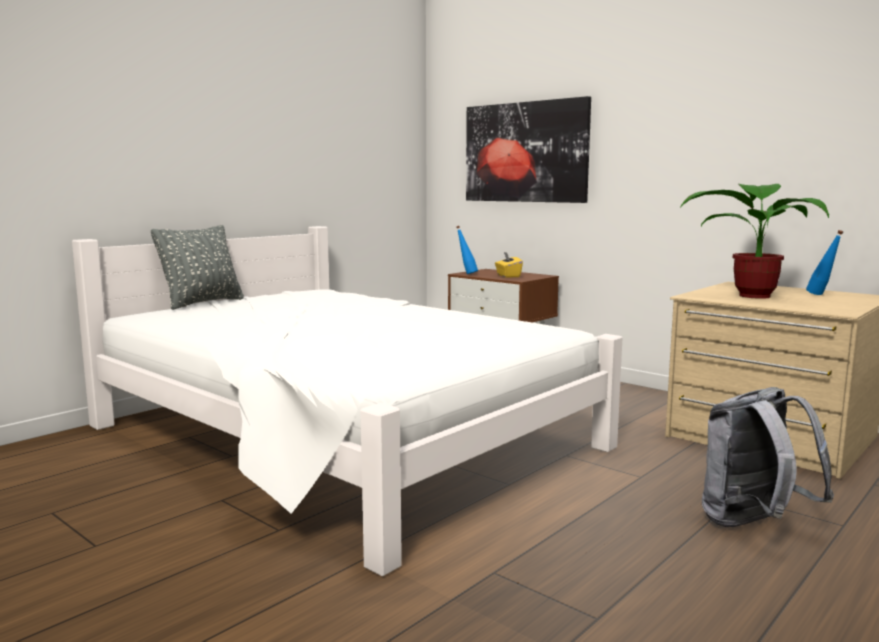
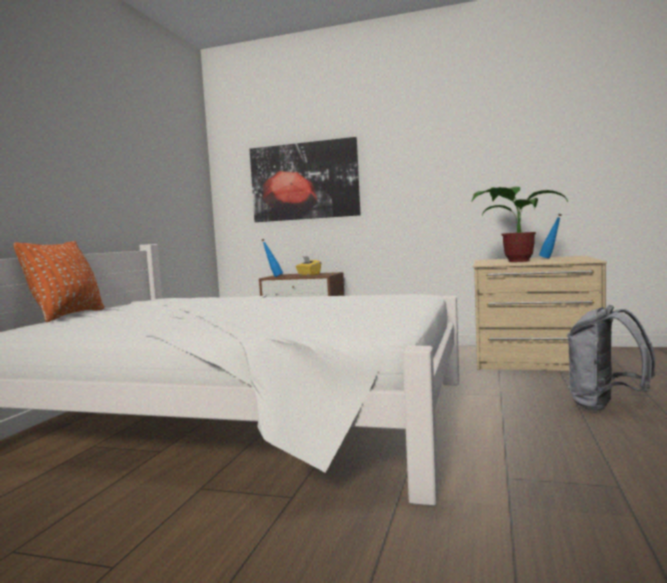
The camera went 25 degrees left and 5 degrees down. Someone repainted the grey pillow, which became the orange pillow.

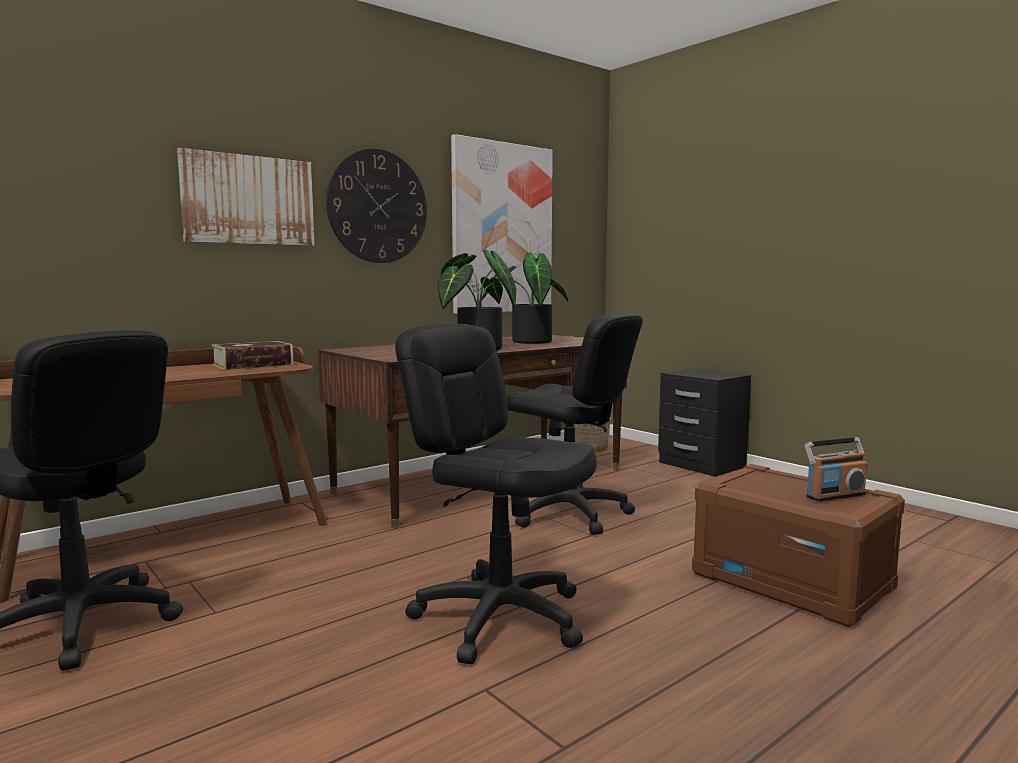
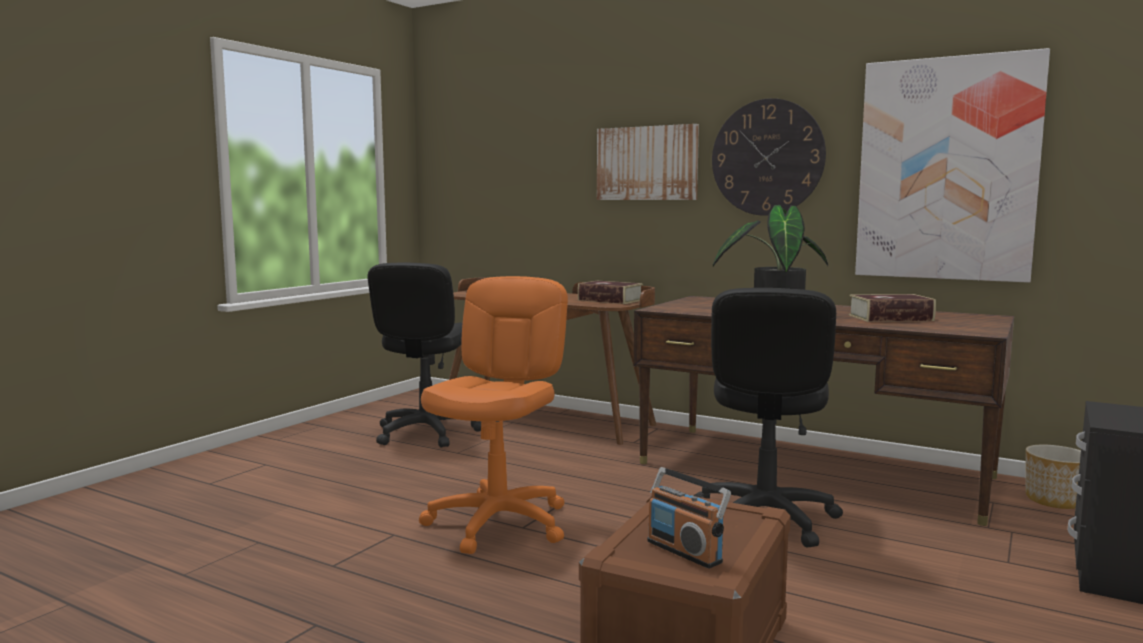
The camera went 70 degrees right and 0 degrees up. Someone repainted the black office chair (2nd from left), which became the orange office chair. Someone swapped the potted plant (2nd from left) for the book (2nd from left).

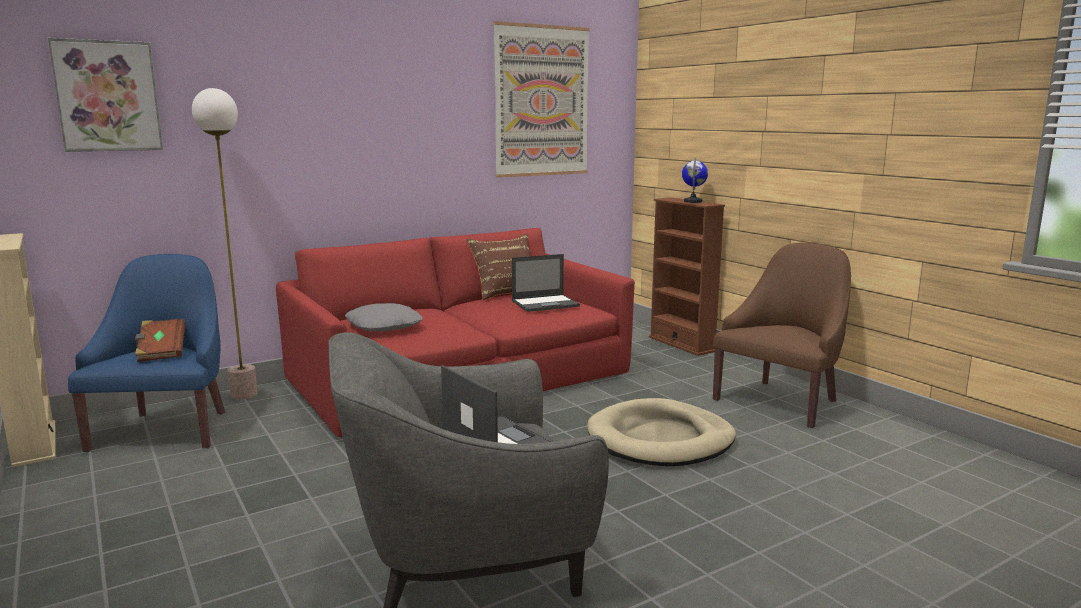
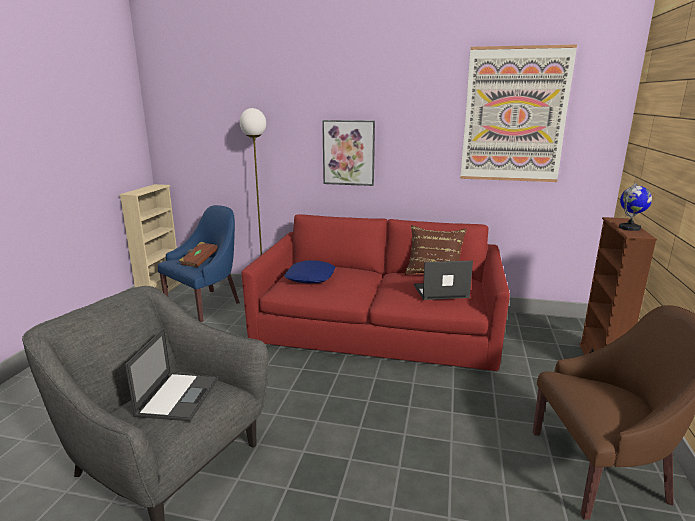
The camera went 45 degrees right and 5 degrees up. Someone carried the picture (1st from left). Someone repainted the grey pillow, which became the blue pillow. Someone rotated the laptop (2nd from left) by 150 degrees clockwise. Someone took away the beige dog bed.

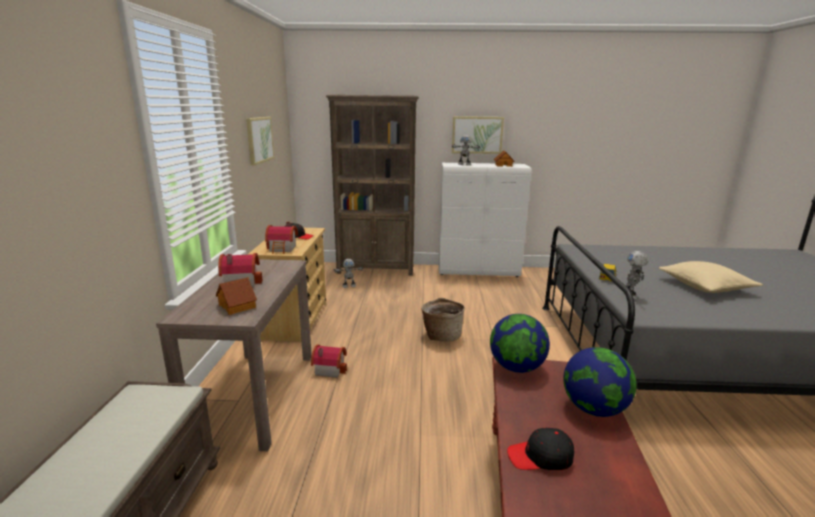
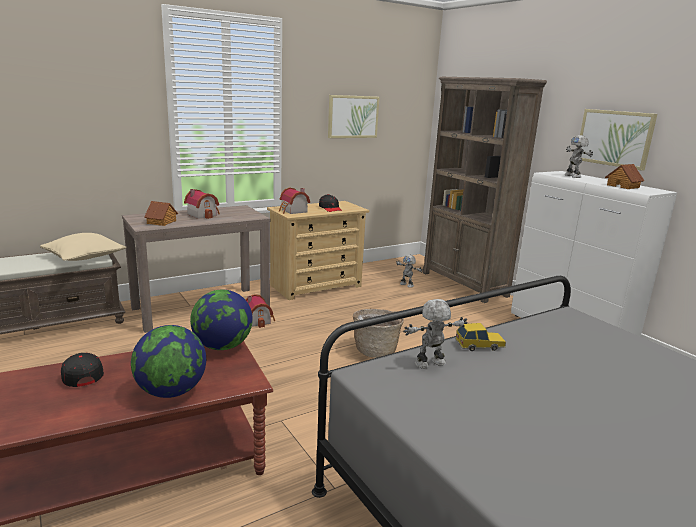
The camera went 55 degrees right and 0 degrees up. Someone carried the beige pillow.

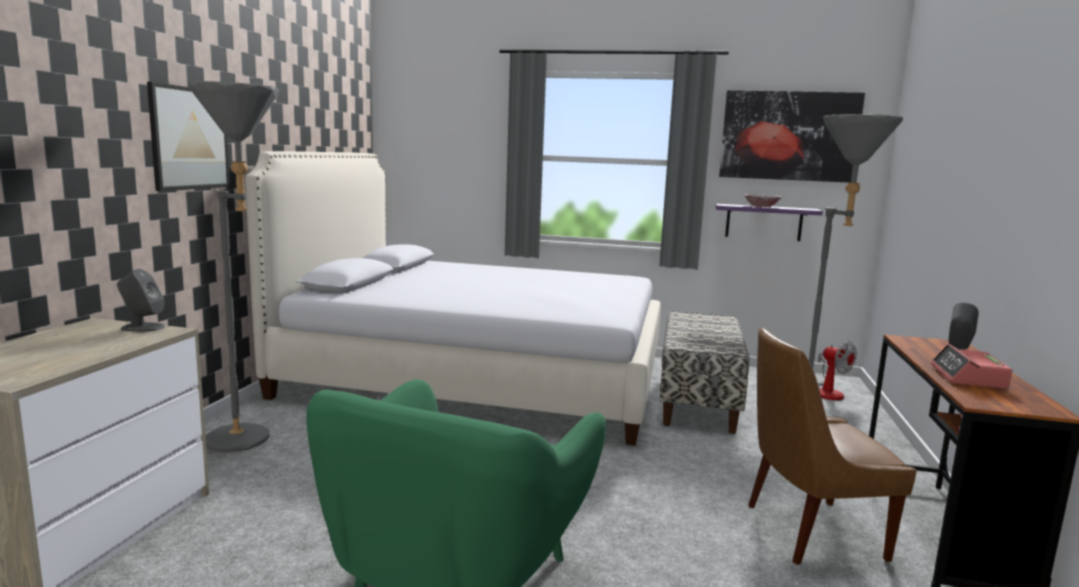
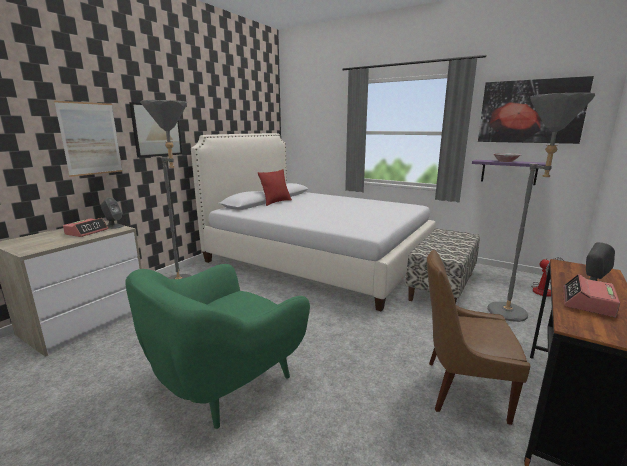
The camera went 20 degrees right and 5 degrees up. Someone put up the picture (1st from left). Someone put down the alarm clock (1st from left). Someone put down the red pillow.

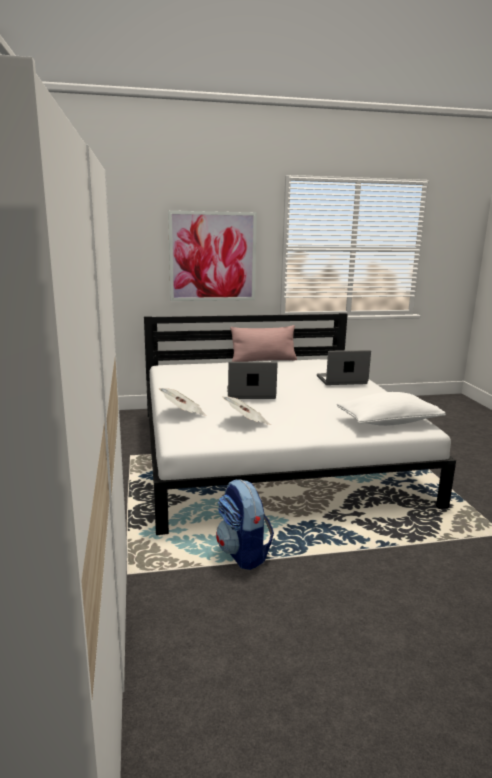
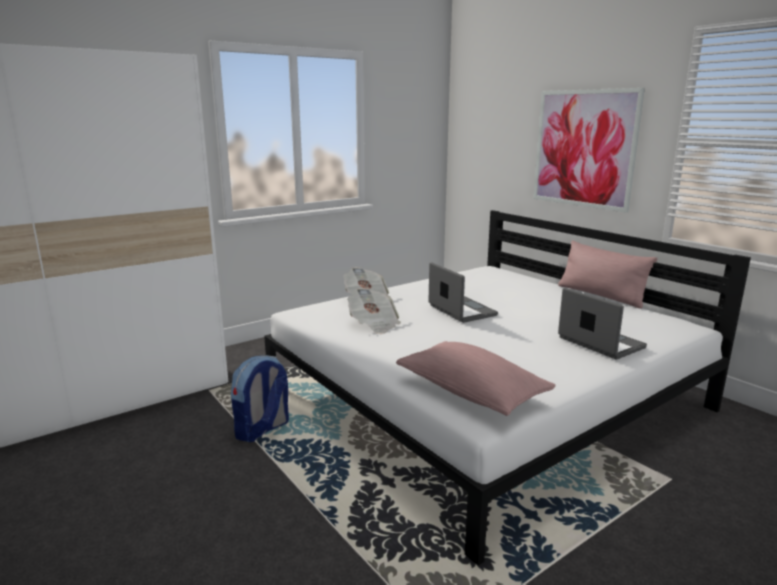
The camera went 65 degrees right and 0 degrees up. Someone repainted the white pillow, which became the pink pillow (1st from left).

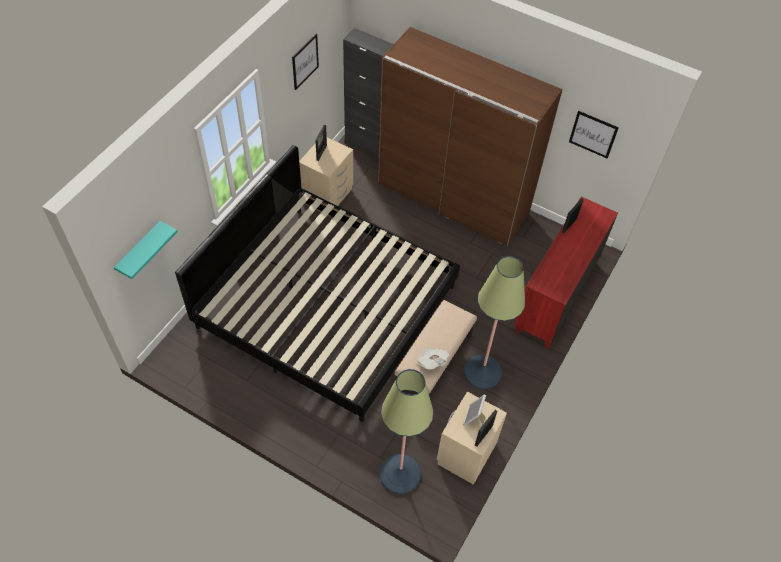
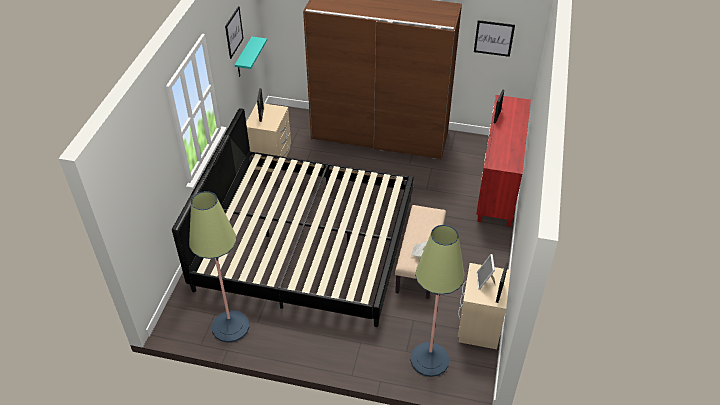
The camera went 15 degrees left and 10 degrees down. Someone carried the turquoise shelf. Someone took away the black cabinet. Someone carried the floor lamp (2nd from left in the first image).

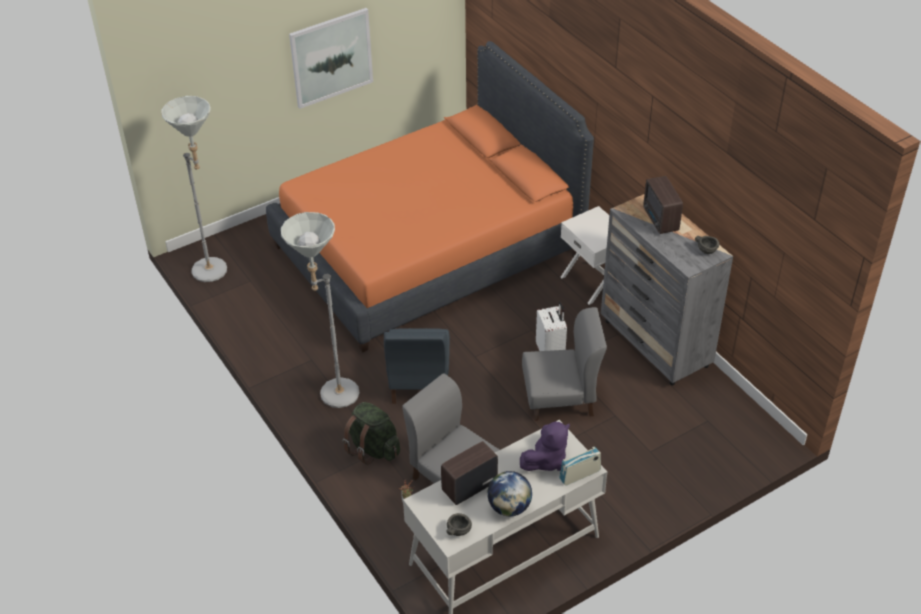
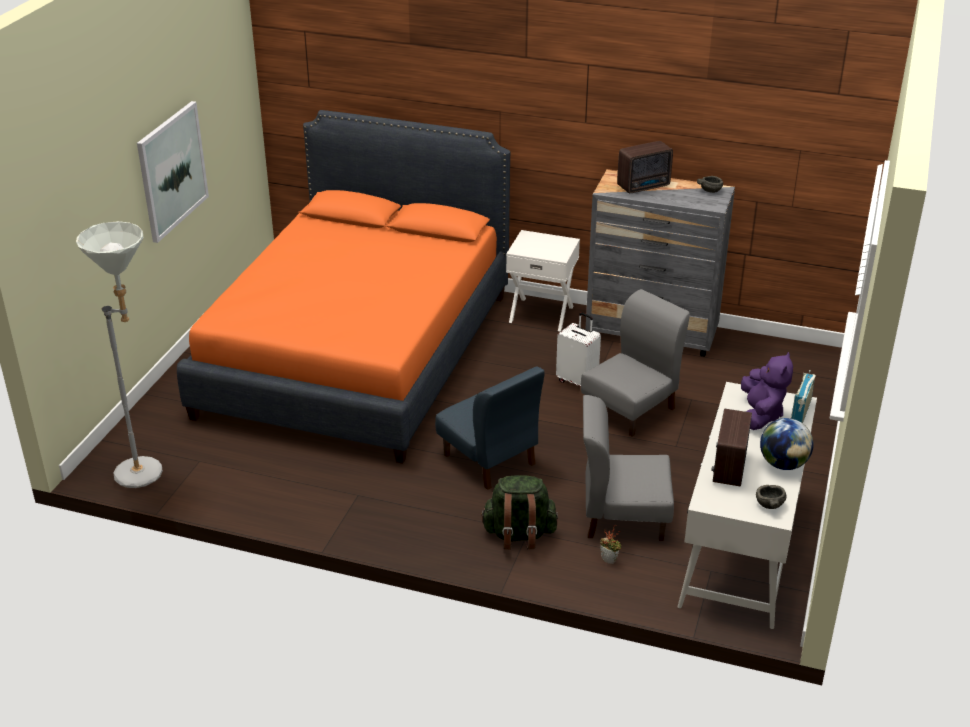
The camera went 40 degrees left and 10 degrees down. Someone took away the grey floor lamp (2nd from left). Someone rotated the radio (3rd from left in the first image) by 60 degrees counterclockwise.

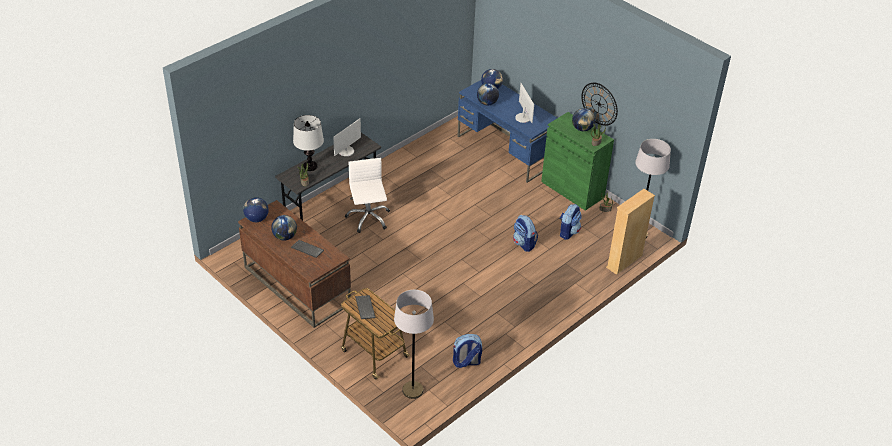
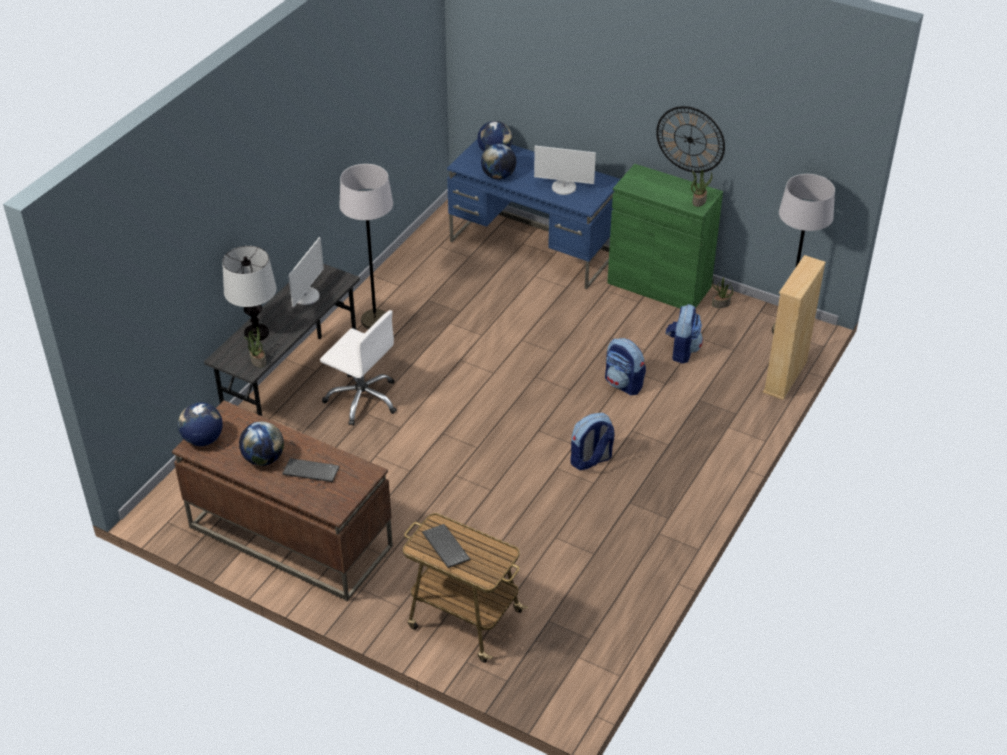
The camera went 15 degrees left and 0 degrees up. Someone rotated the white office chair by 150 degrees clockwise. Someone carried the grey floor lamp (1st from left). Someone carried the backpack (1st from left). Someone rotated the monitor (2nd from left) by 135 degrees clockwise. Someone took away the globe (5th from left).

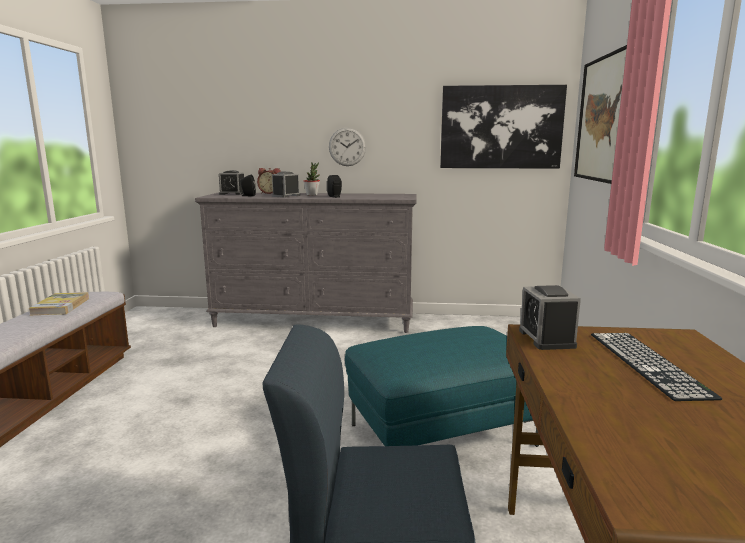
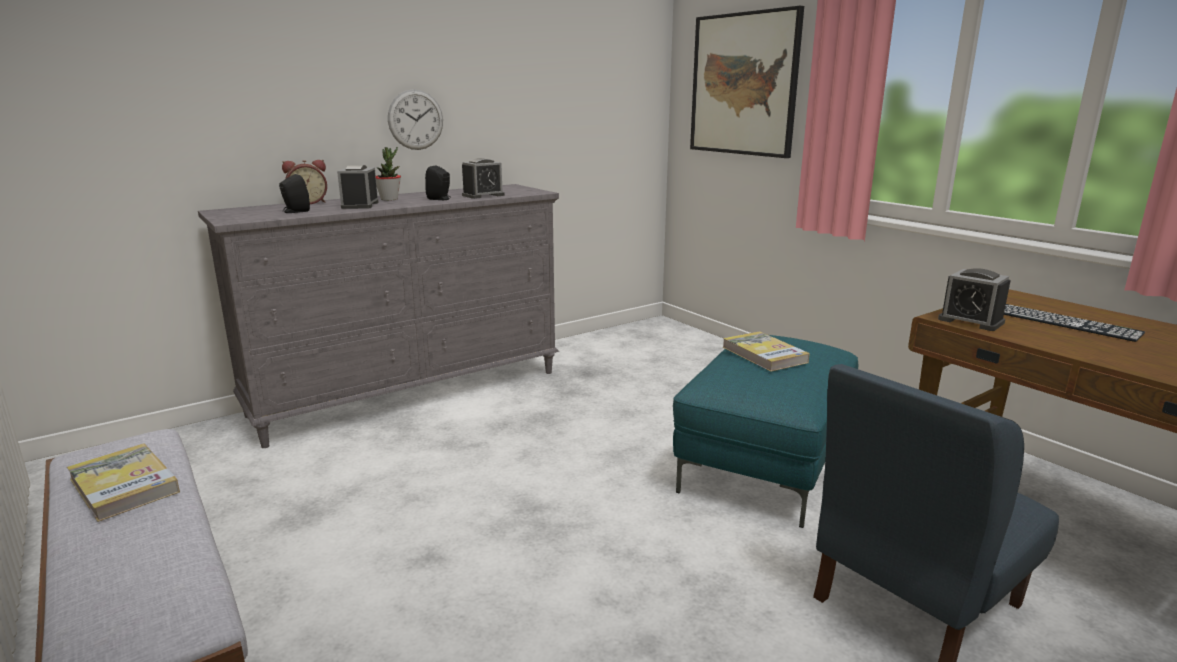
The camera went 40 degrees left and 5 degrees up. Someone carried the alarm clock (1st from left in the first image). Someone took away the picture (1st from left). Someone put down the book (2nd from left).

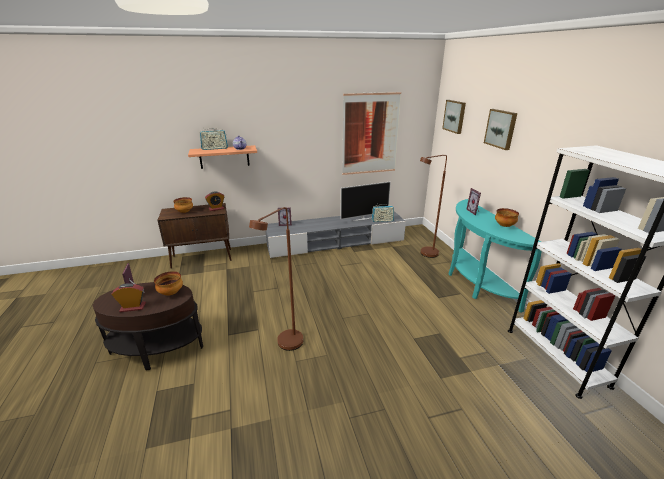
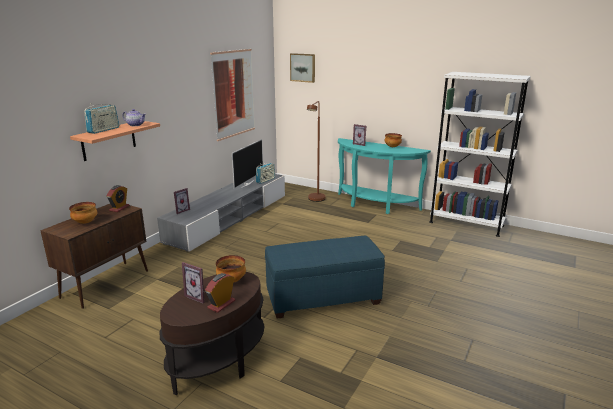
The camera went 45 degrees left and 5 degrees down. Someone swapped the brown floor lamp (1st from left) for the blue ottoman. Someone took away the picture (3rd from left).

